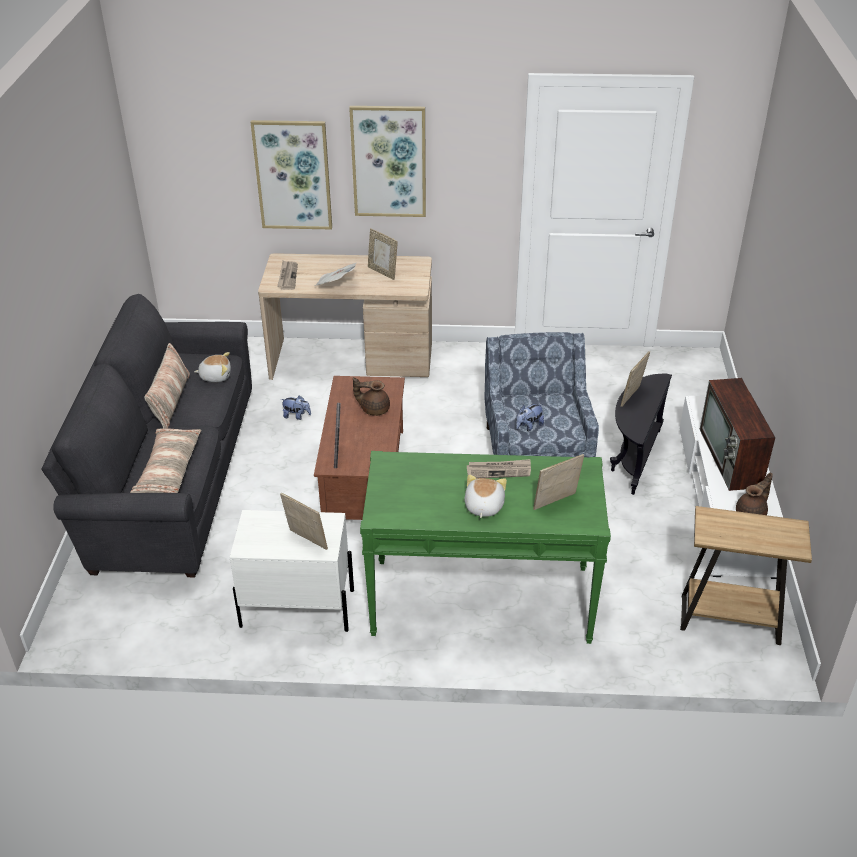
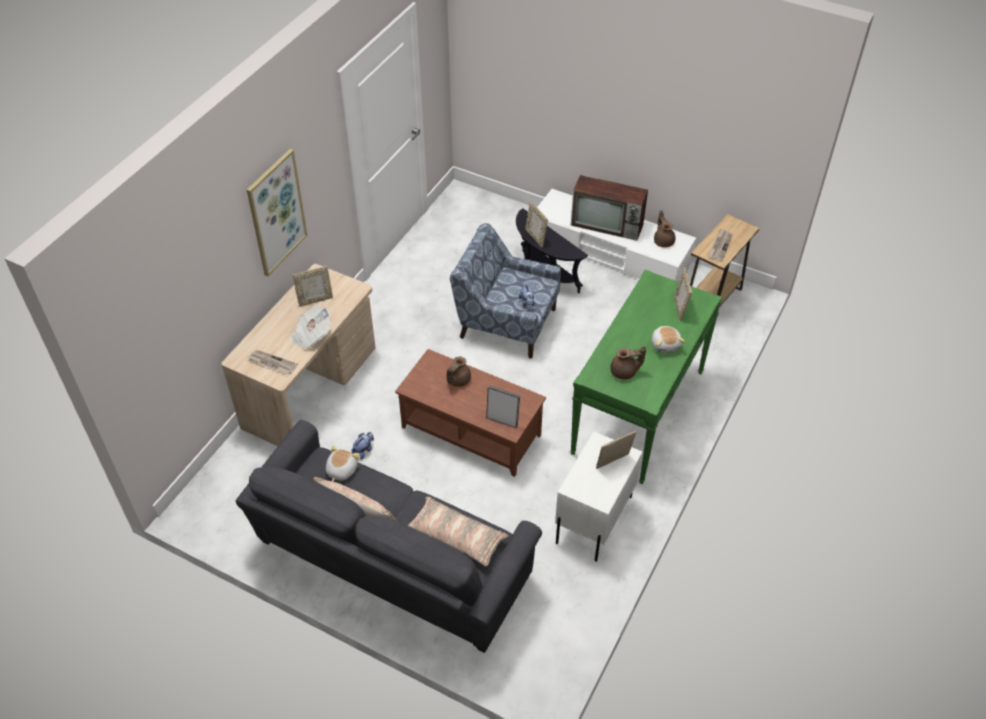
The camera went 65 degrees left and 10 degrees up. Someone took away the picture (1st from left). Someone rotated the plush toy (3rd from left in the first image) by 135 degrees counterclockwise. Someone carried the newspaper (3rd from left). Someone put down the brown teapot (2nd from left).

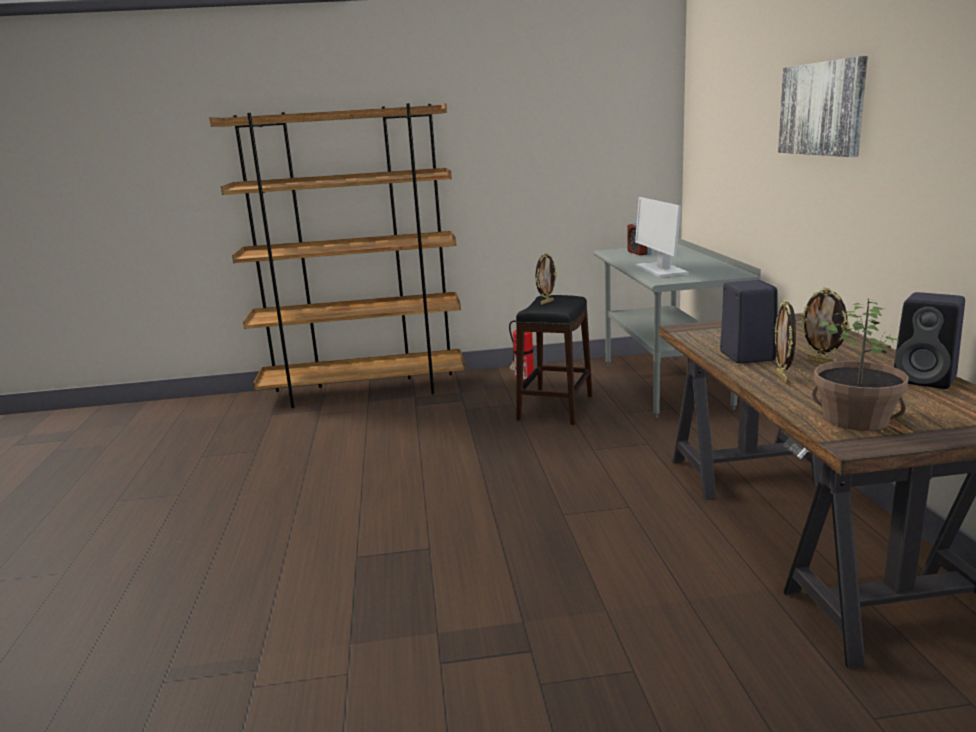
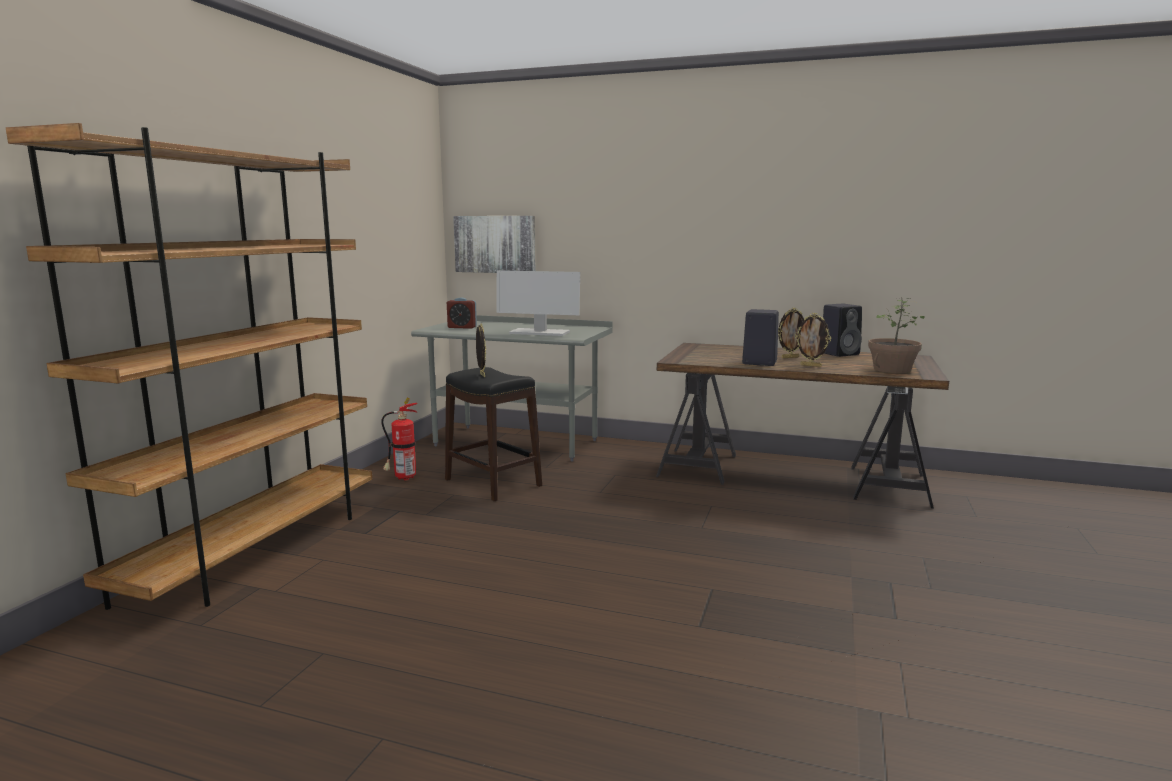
The camera went 65 degrees left and 5 degrees down. Someone carried the picture.

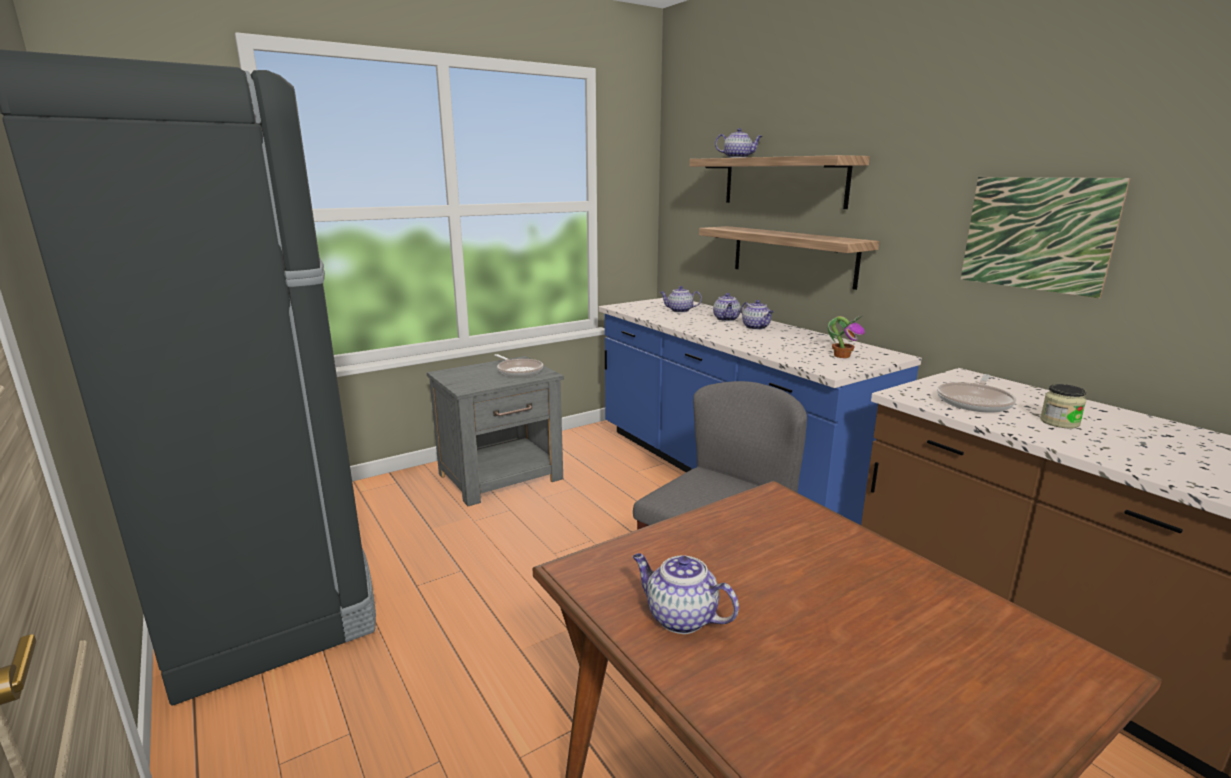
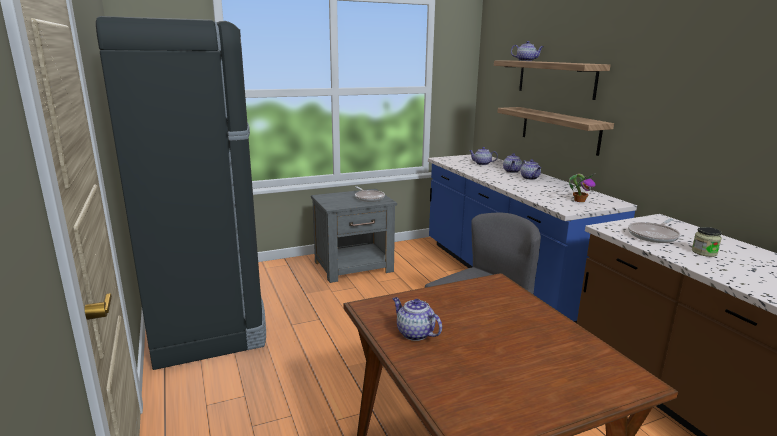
The camera went 10 degrees right and 0 degrees up. Someone took away the picture.

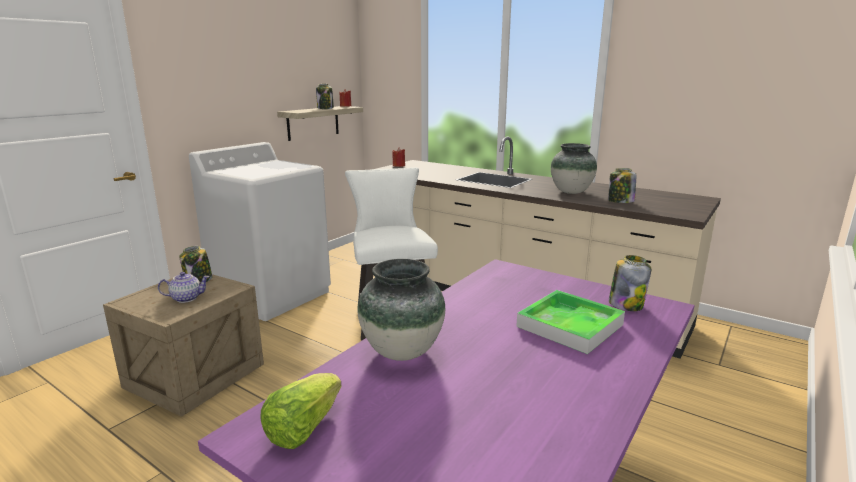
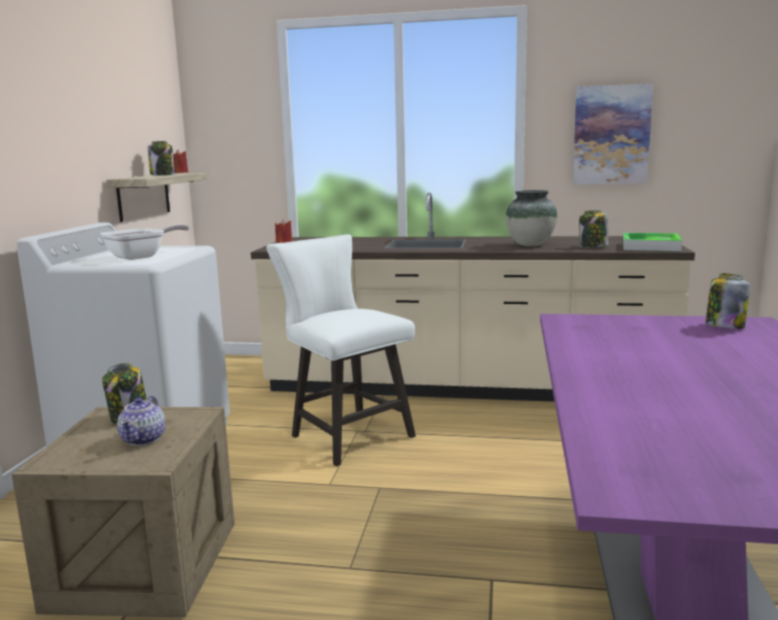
The camera went 25 degrees left and 5 degrees down. Someone rotated the teapot by 135 degrees clockwise. Someone took away the lettuce. Someone took away the vase (1st from left). Someone carried the tray. Someone put down the frying pan. Someone put up the picture.

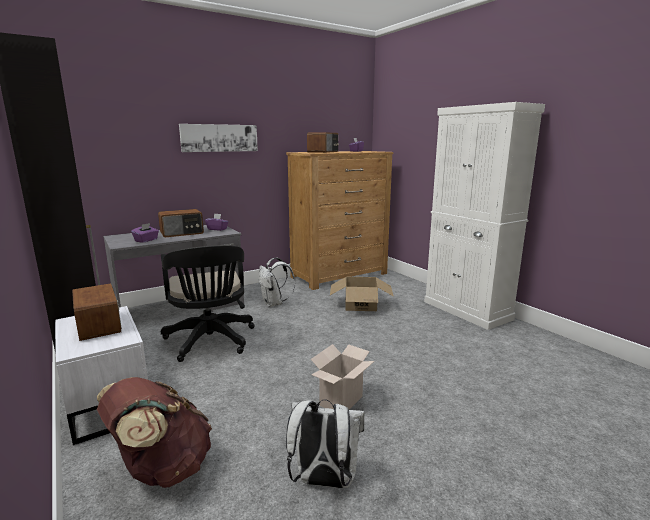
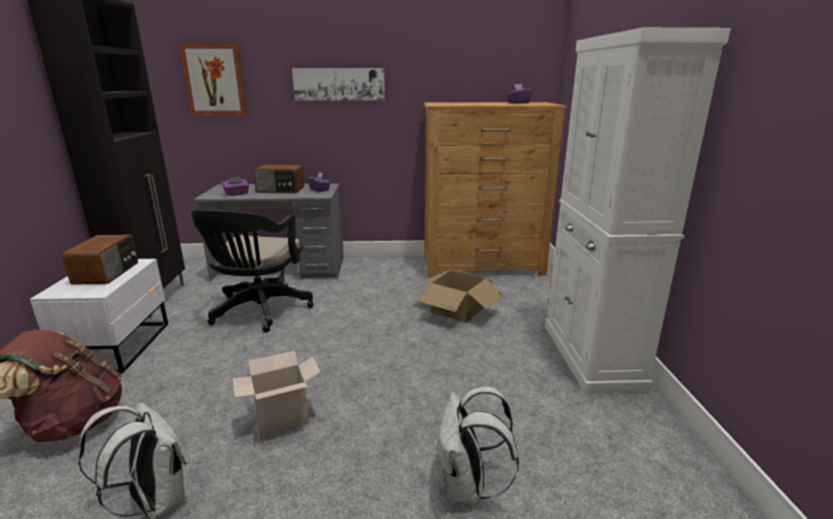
The camera went 30 degrees right and 5 degrees up. Someone carried the white backpack (1st from left in the first image). Someone took away the radio (3rd from left). Someone put up the picture (1st from left).

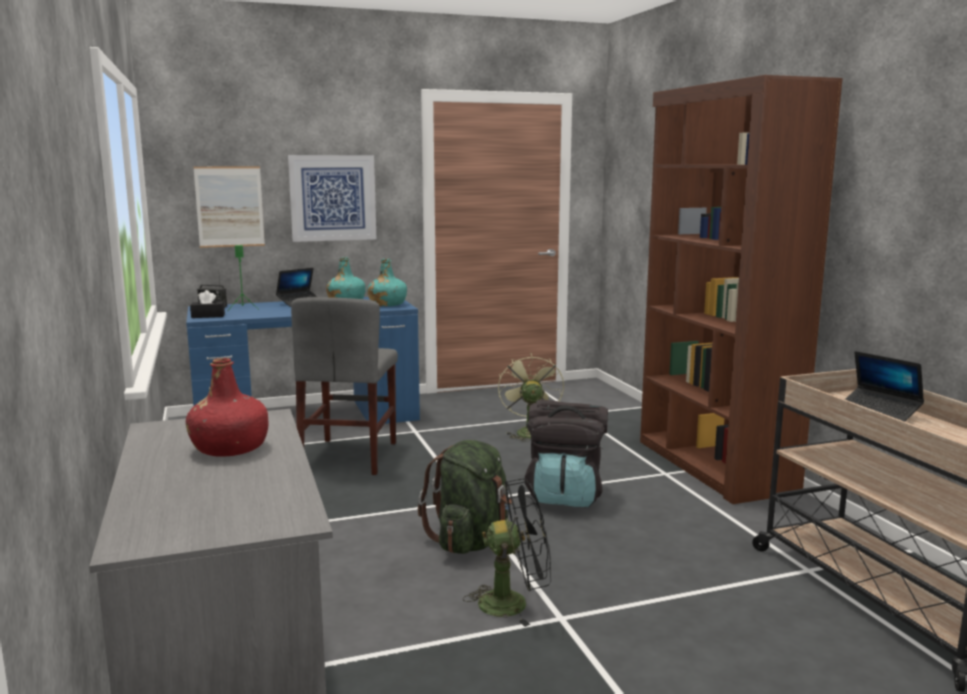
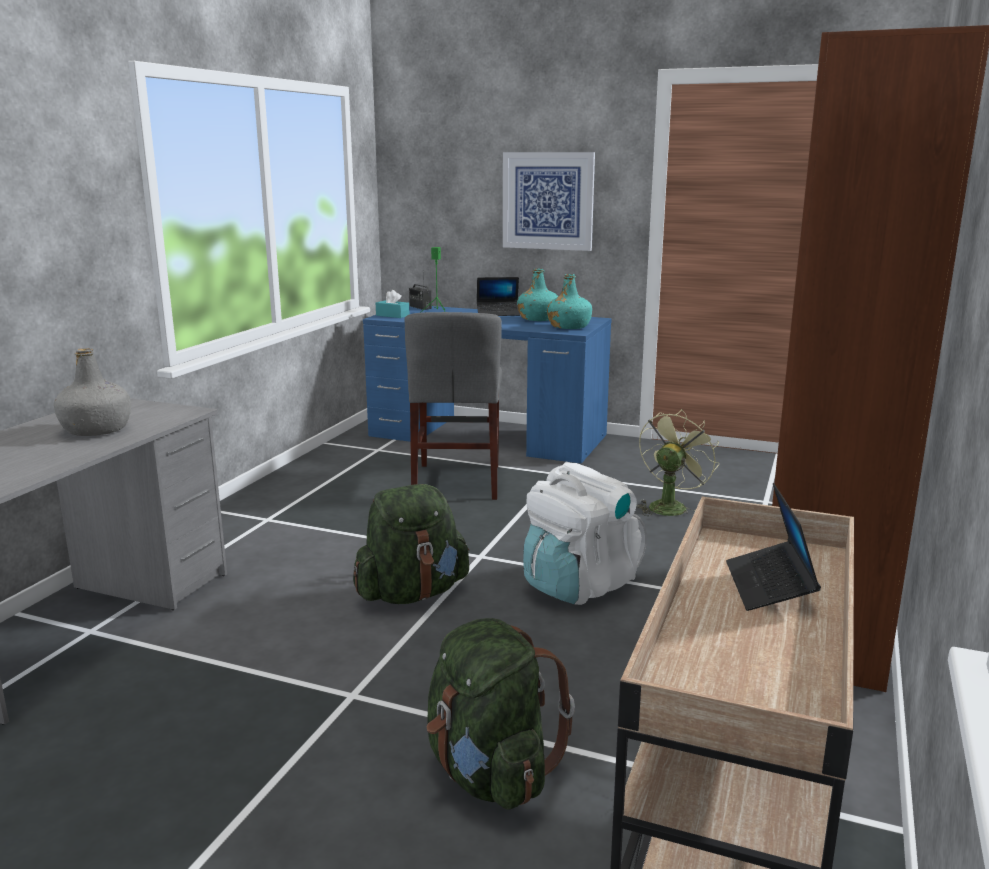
The camera went 40 degrees right and 5 degrees up. Someone repainted the red bottle, which became the grey bottle. Someone repainted the black tissue box, which became the turquoise tissue box. Someone took away the picture (1st from left). Someone rotated the grey chair by 45 degrees counterclockwise. Someone took away the black fan. Someone repainted the black backpack, which became the white backpack. Someone put down the green backpack (2nd from left).

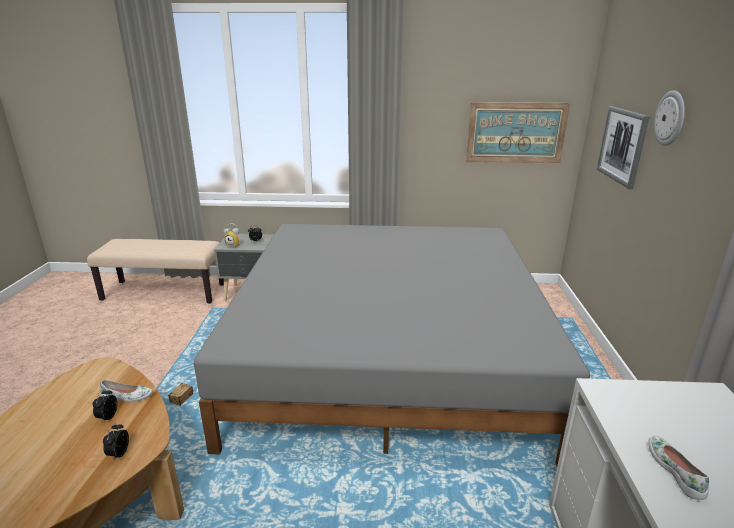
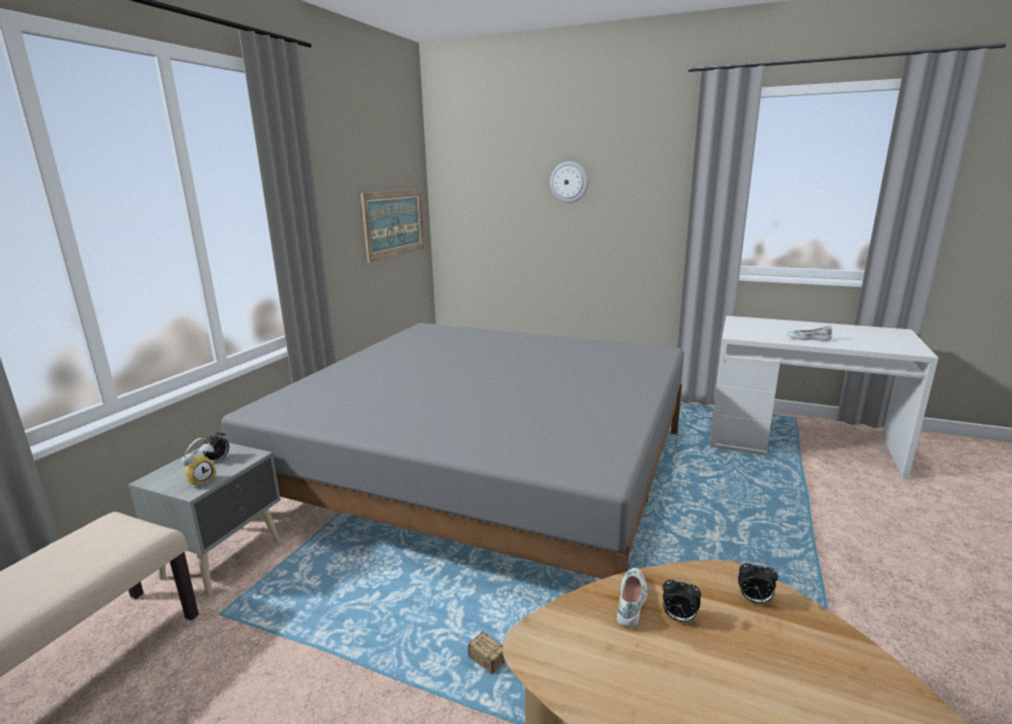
The camera went 70 degrees left and 5 degrees down. Someone took away the picture (2nd from left).

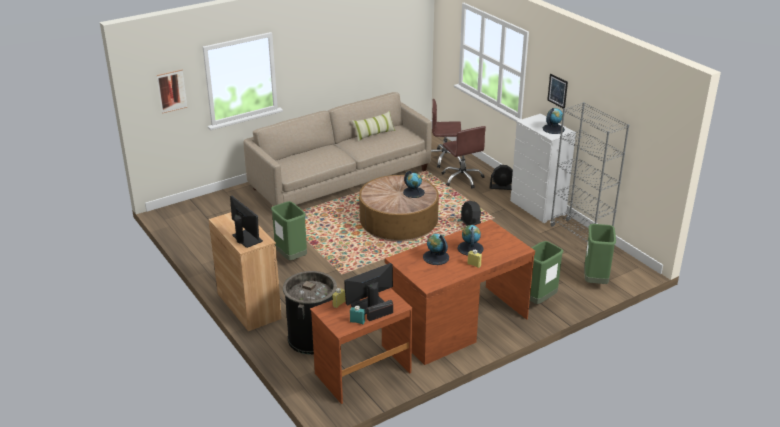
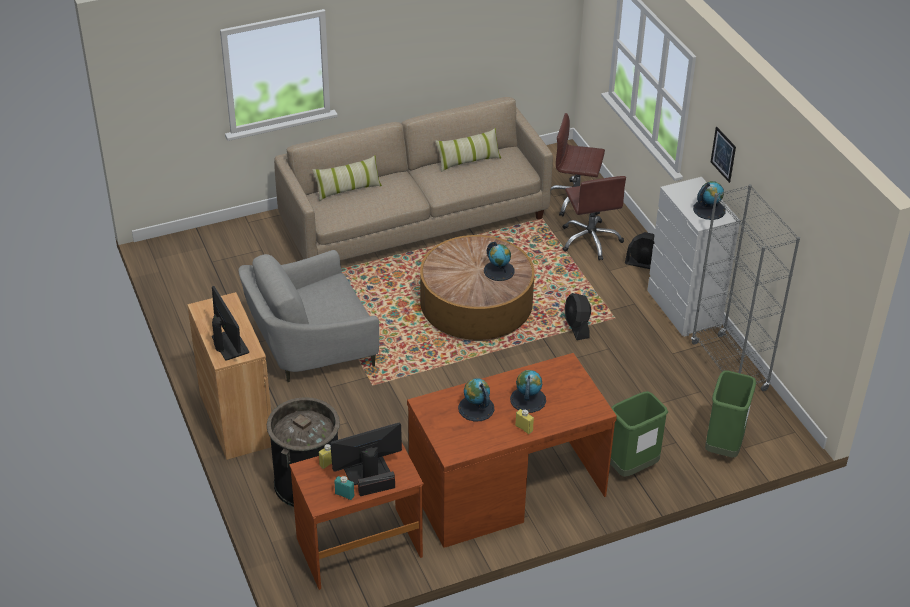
The camera went 10 degrees right and 10 degrees up. Someone took away the picture (1st from left). Someone swapped the green trash can (1st from left) for the grey armchair. Someone put down the pillow (1st from left).

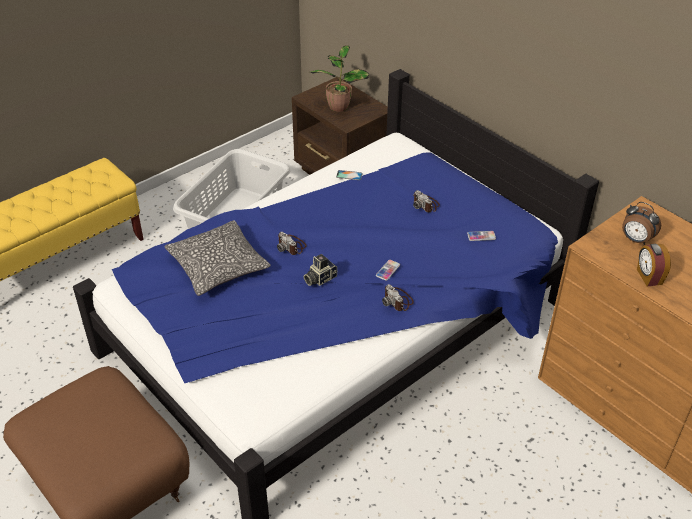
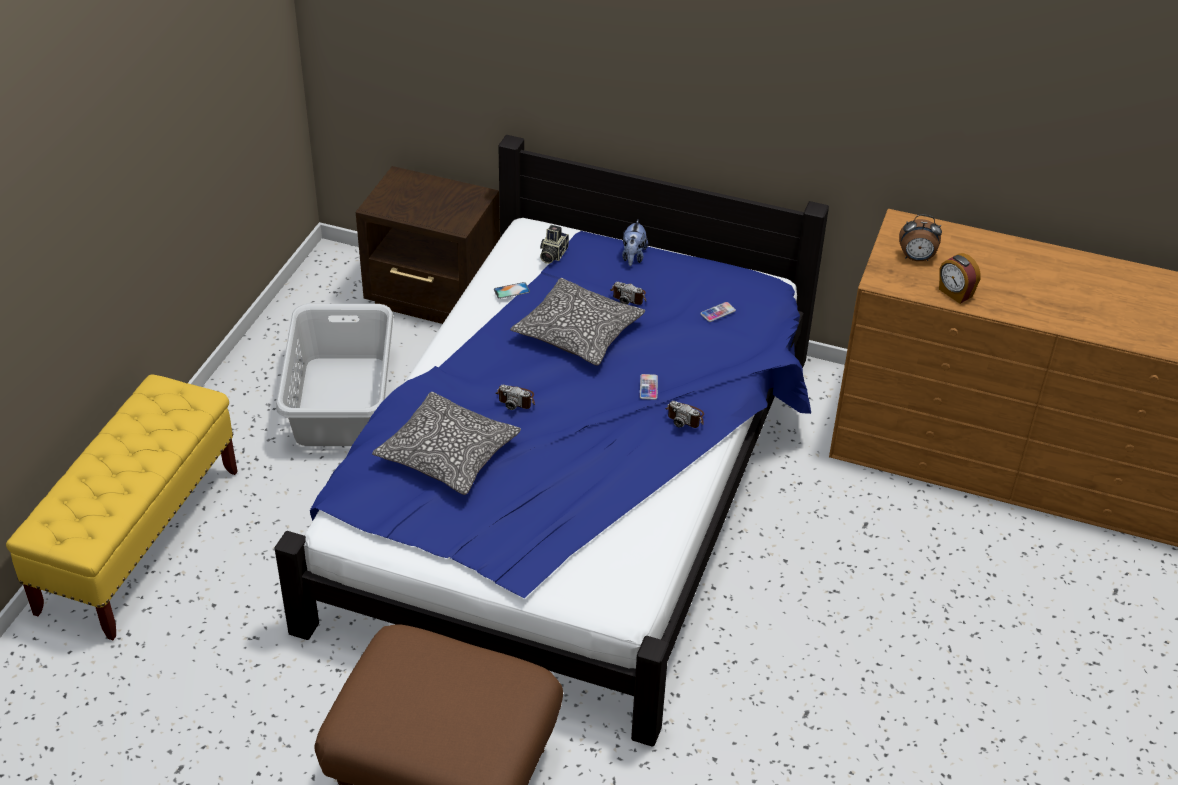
The camera went 30 degrees left and 0 degrees up. Someone carried the photo camera (2nd from left). Someone took away the potted plant. Someone put down the pillow (2nd from left). Someone put down the plush toy.

